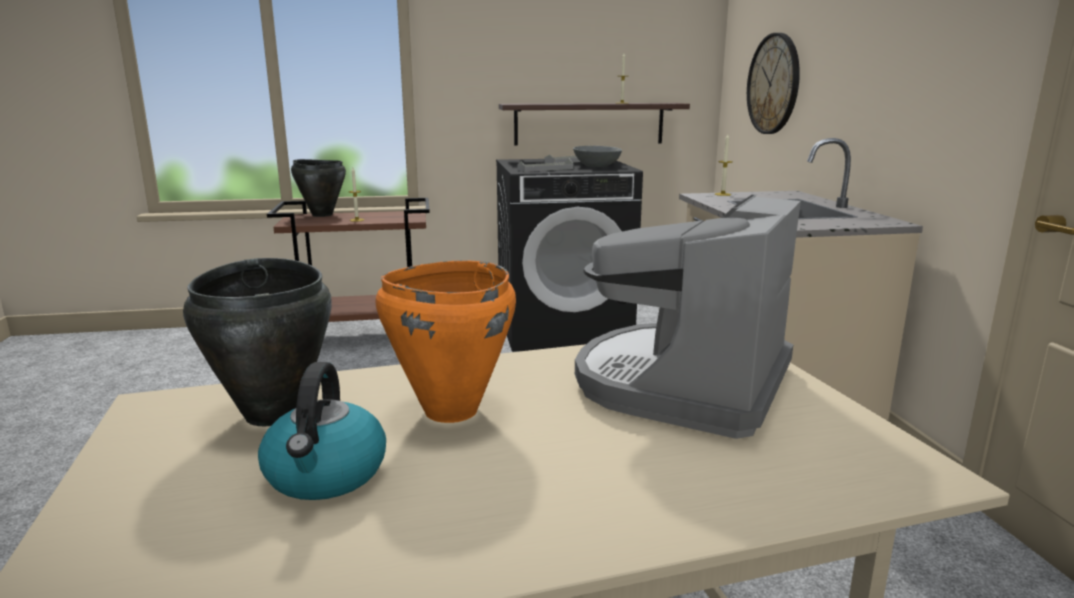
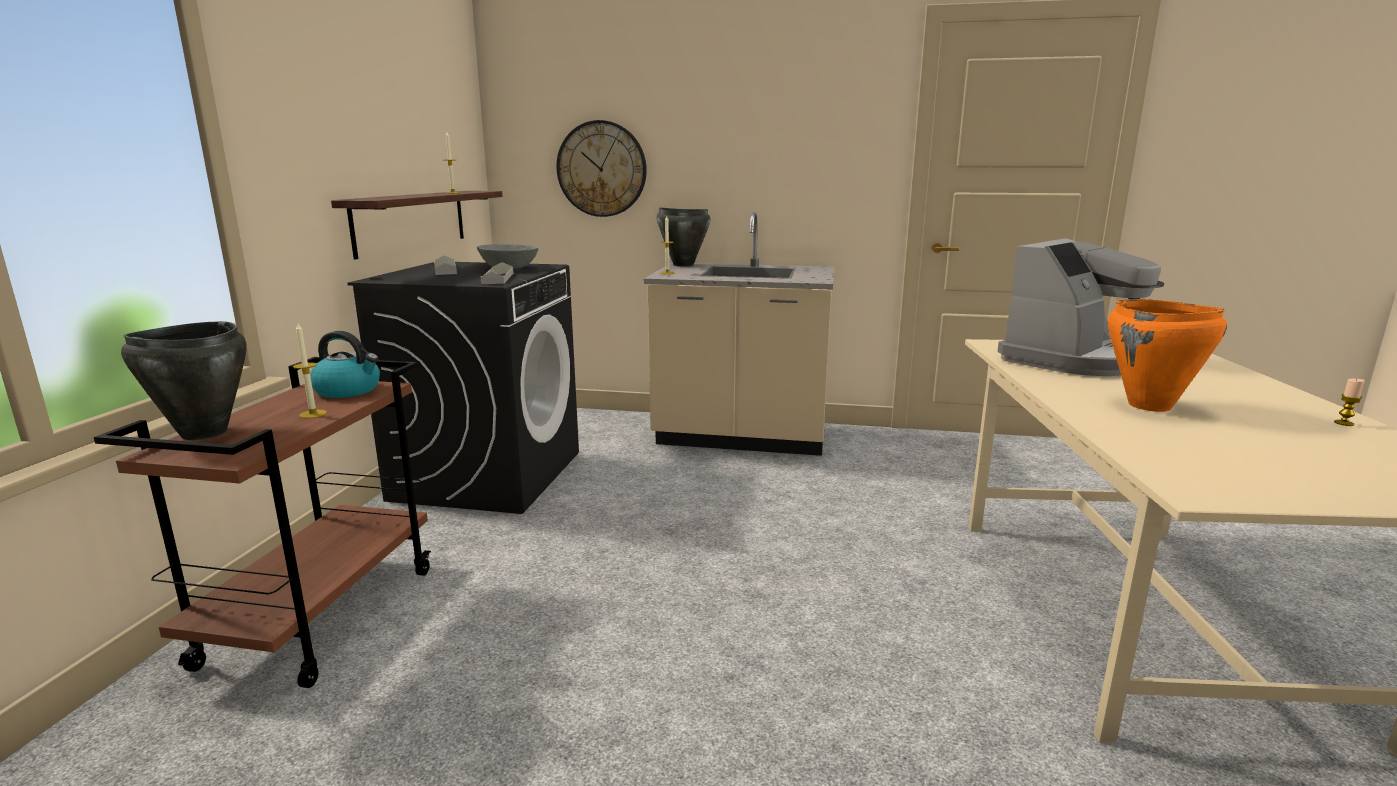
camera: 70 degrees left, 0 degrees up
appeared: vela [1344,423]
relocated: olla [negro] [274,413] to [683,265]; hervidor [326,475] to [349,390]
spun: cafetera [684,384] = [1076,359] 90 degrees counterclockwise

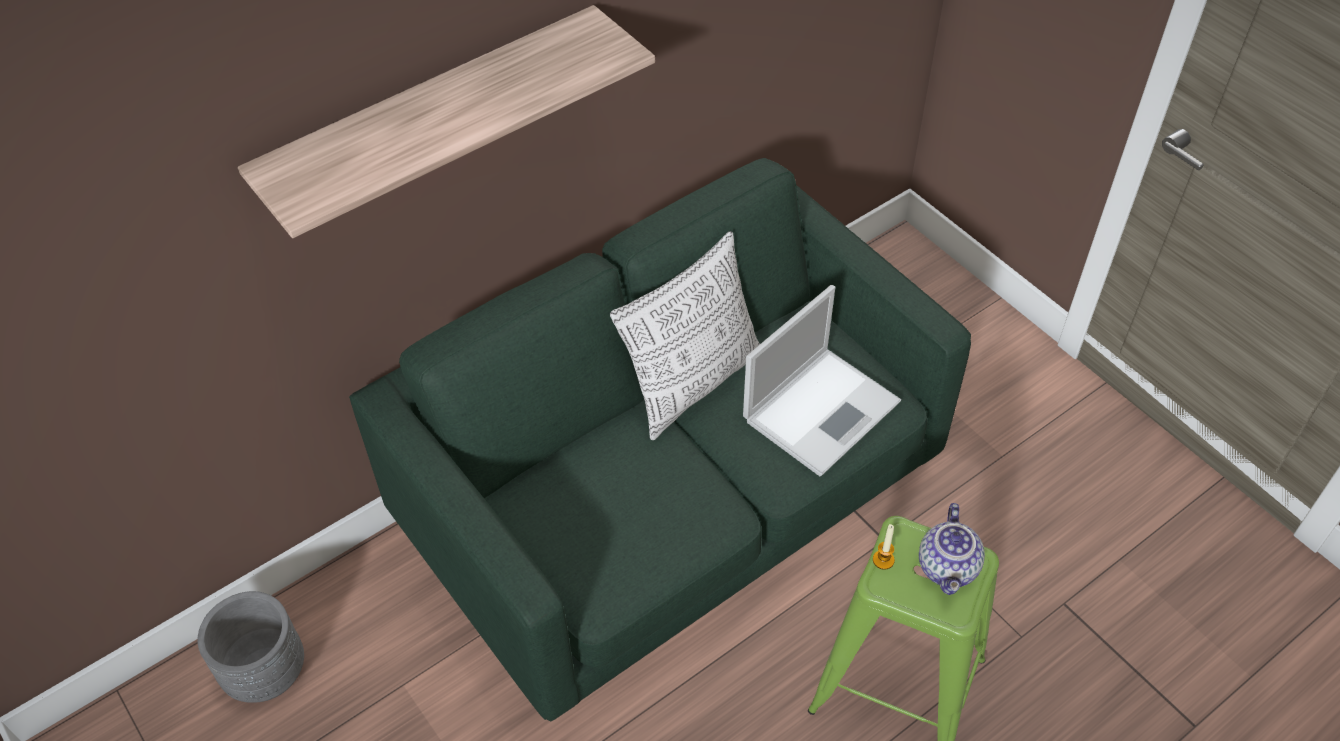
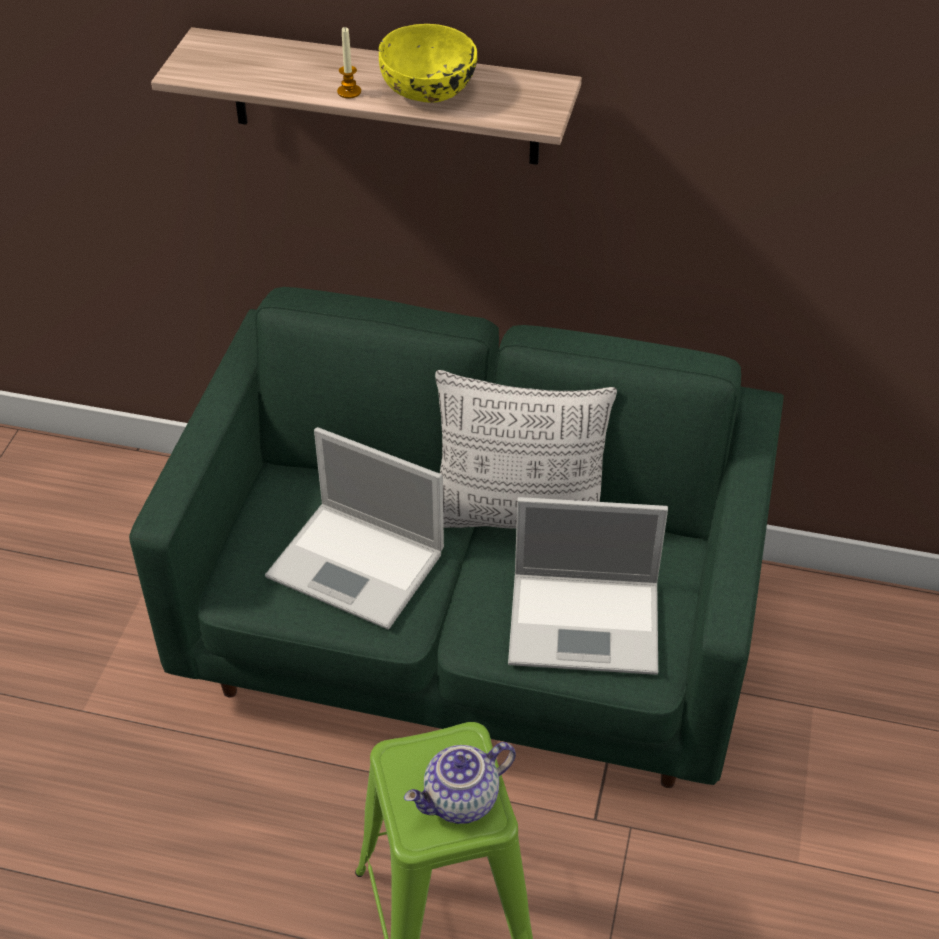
camera: 50 degrees right, 5 degrees down
missing: maceta [gris] [266,672]
appeared: portátil [359,565]; cuenco [amarillo] [428,89]
relocated: vela [883,560] to [349,92]

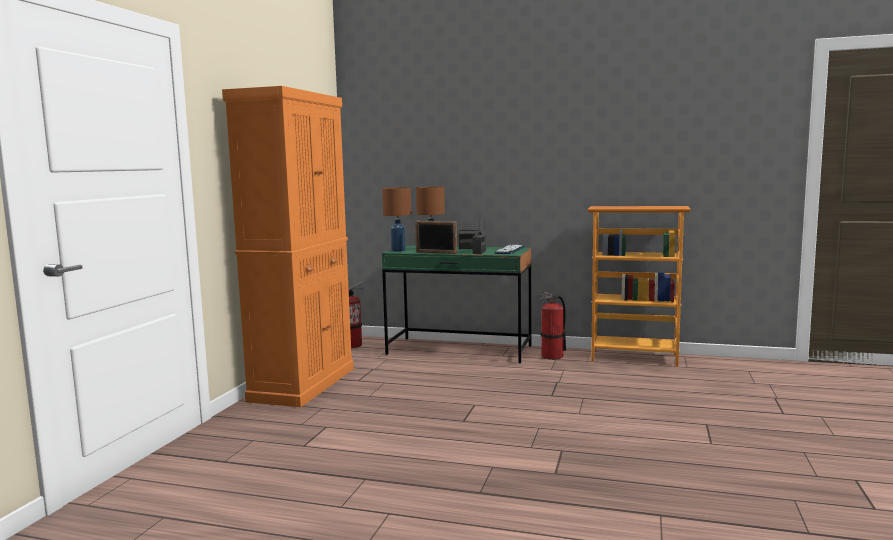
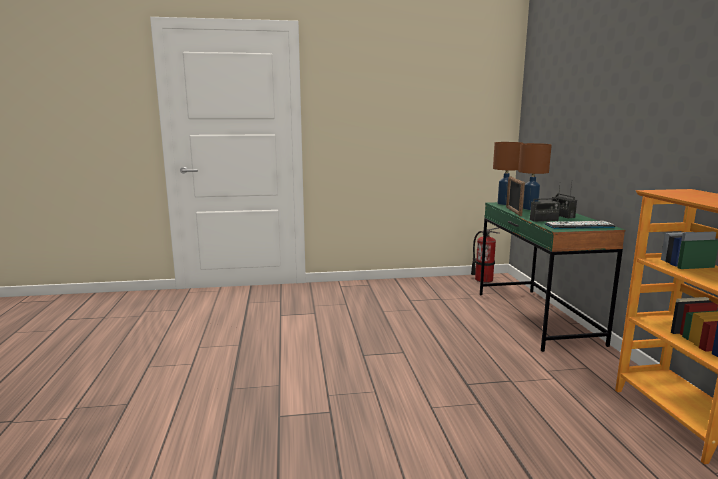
camera: 65 degrees right, 5 degrees up
missing: armario [naranja] [303,384]; extintor [552,356]

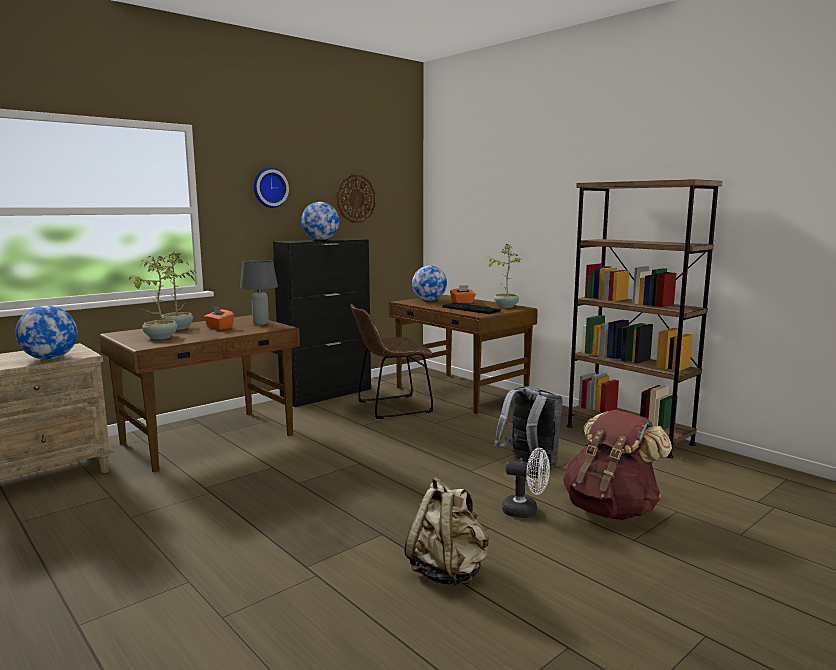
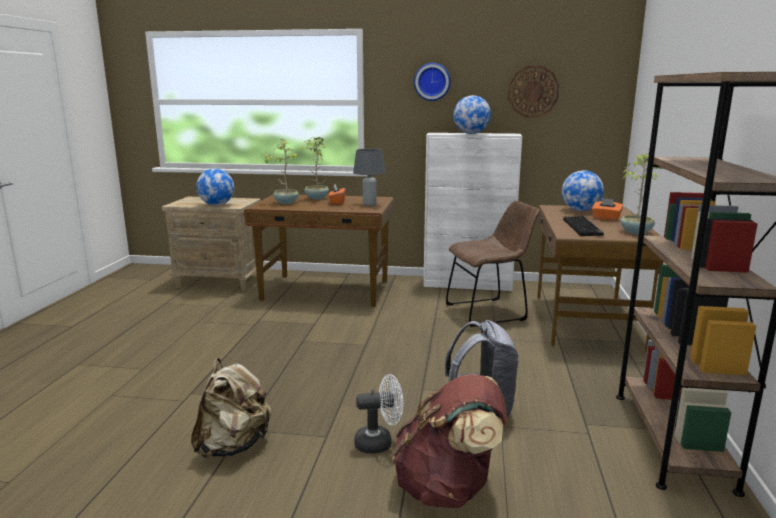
camera: 50 degrees right, 5 degrees up
colour: armario [negro] [327,394] to armario [blanco] [468,284]
spun: silla [marrón] [390,407] = [489,312] 135 degrees clockwise; ventilador [blanco] [525,511] = [379,442] 75 degrees counterclockwise

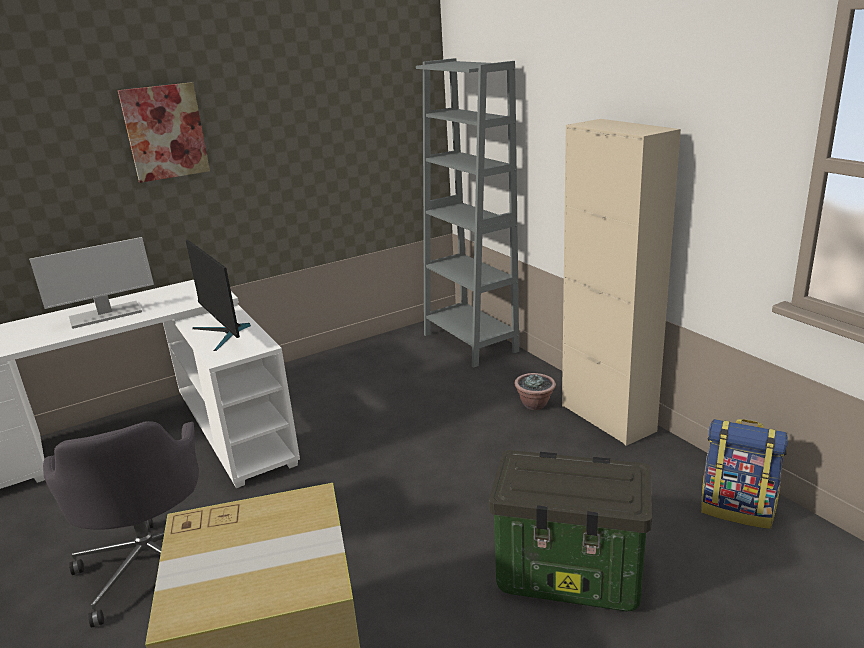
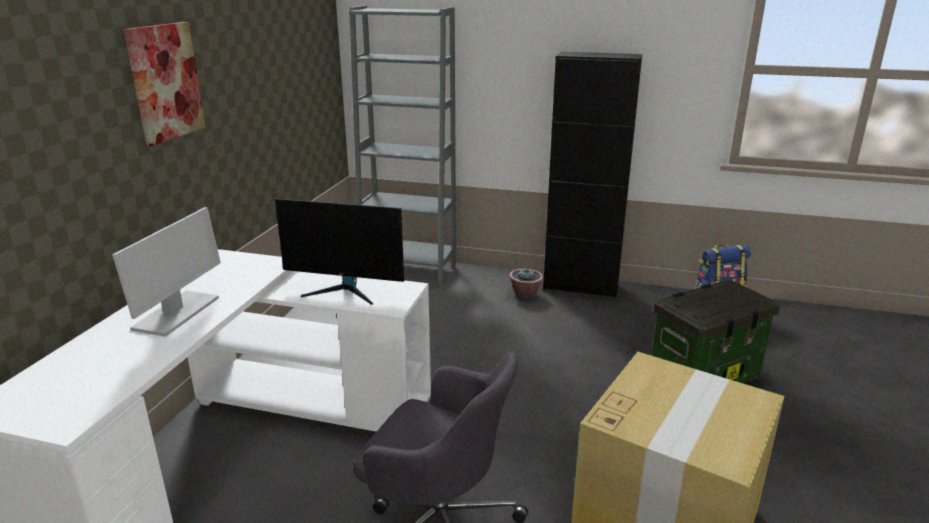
camera: 45 degrees left, 0 degrees up
colour: armario [beis] [607,418] to armario [negro] [581,286]

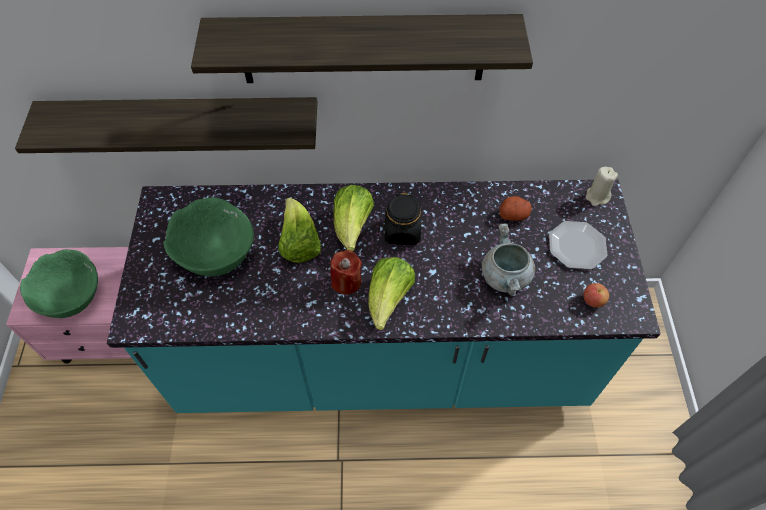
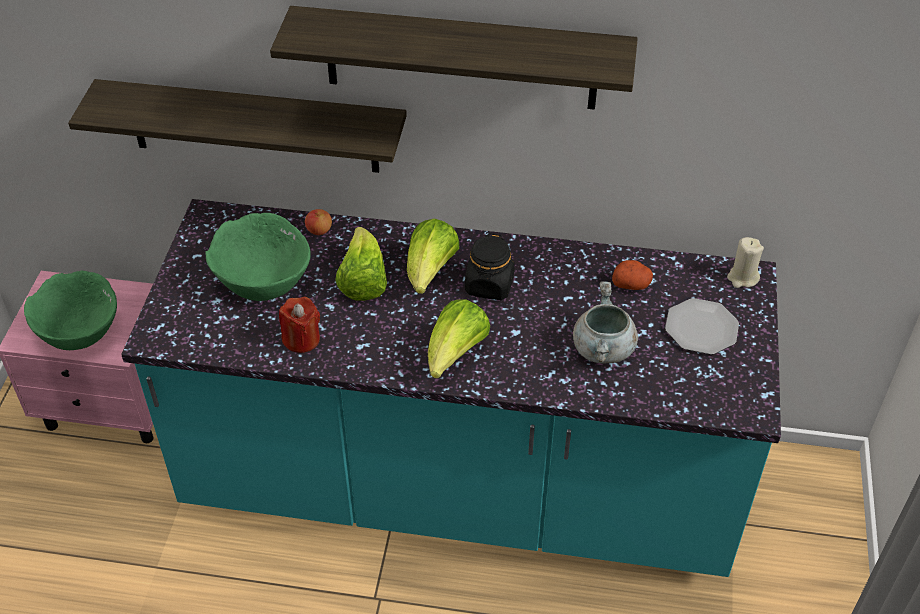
camera: 10 degrees right, 10 degrees down
relocated: vela [rojo] [346,282] to [301,339]; manzana [593,300] to [319,230]

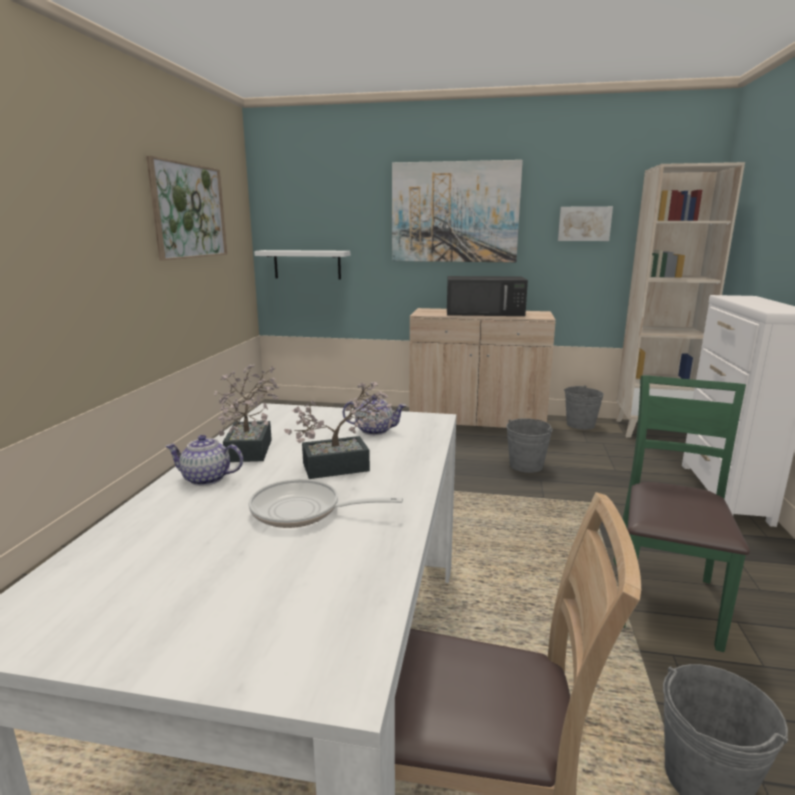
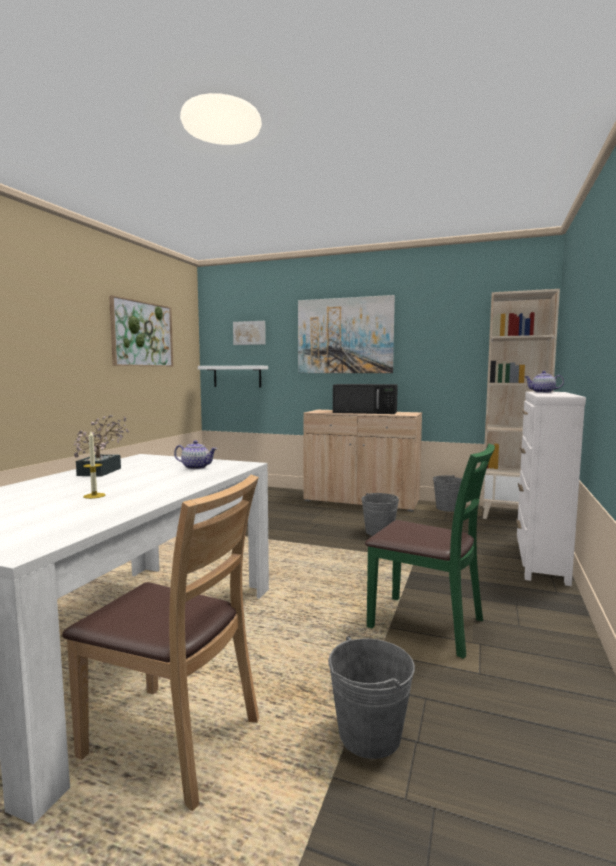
camera: 10 degrees right, 10 degrees down
missing: planta en maceta [344,466]
relocated: tetera [206,479] to [542,392]; cuadro [584,223] to [249,333]
exchanged: sartén [303,511] to vela [94,496]
spun: silla [verde] [664,600] = [427,624] 90 degrees clockwise

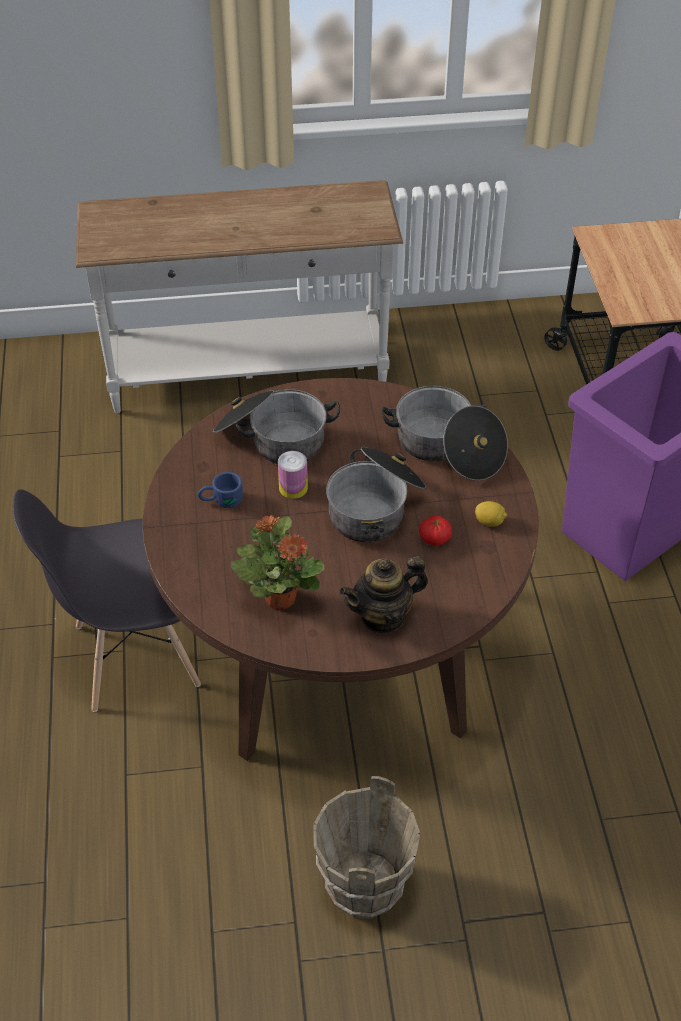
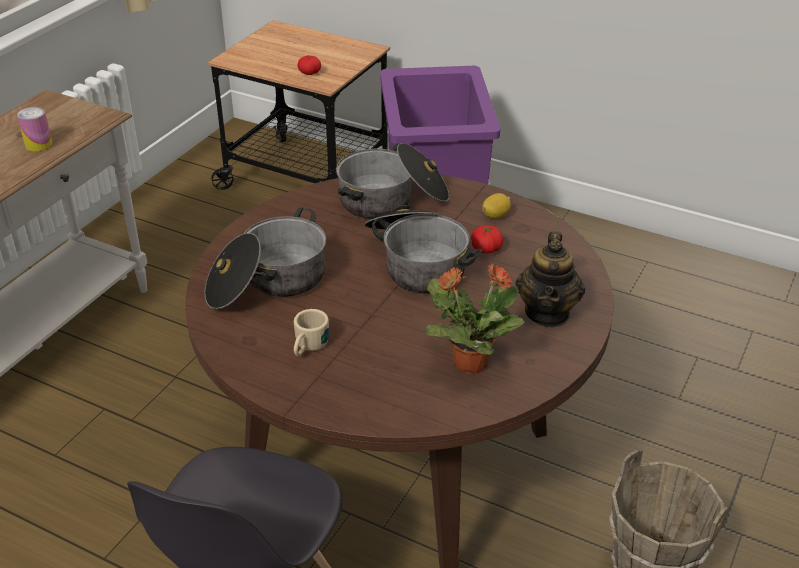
camera: 55 degrees left, 10 degrees down
appeared: tomate [309,73]
relocated: lata [293,488] to [38,144]
colour: taza grande [azul] [221,501] to taza grande [beis] [308,347]

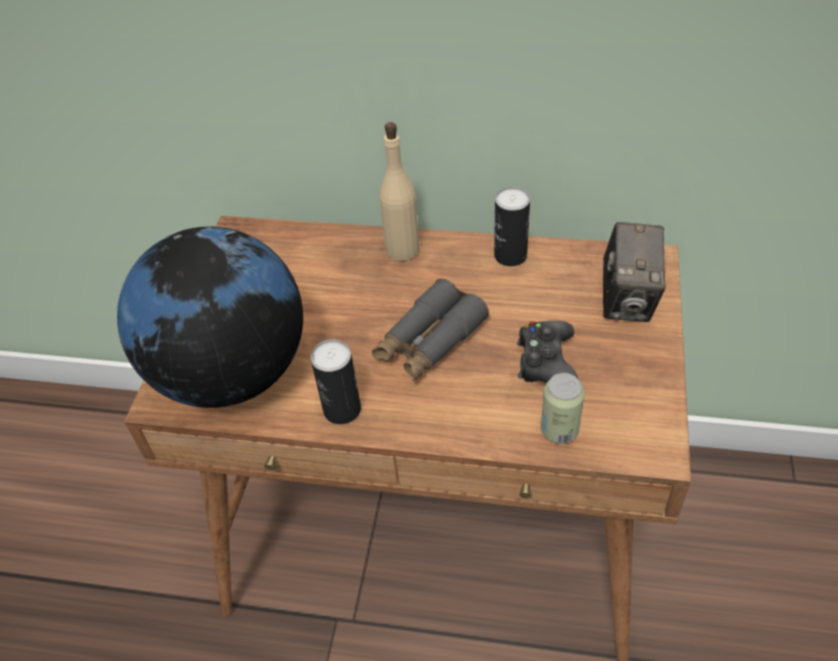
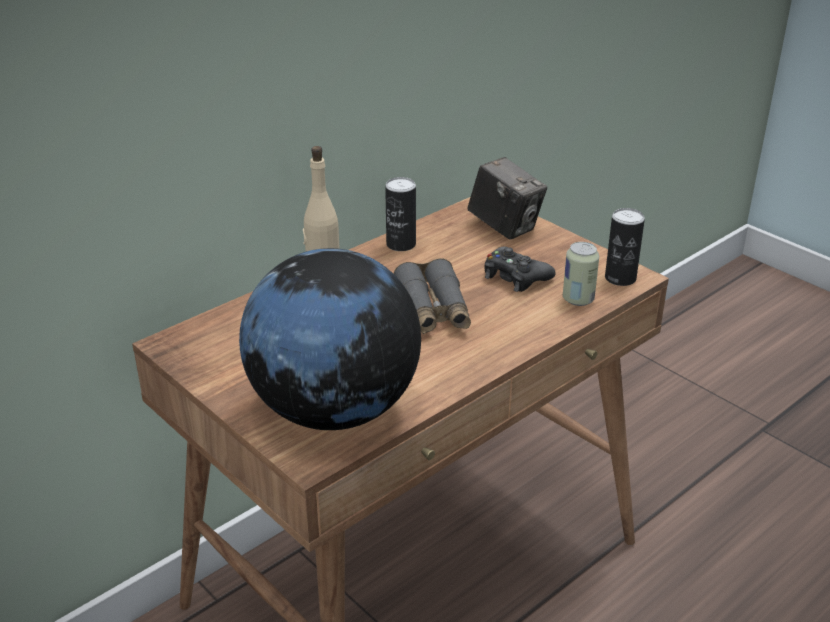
camera: 55 degrees left, 15 degrees down
relocated: lata [342,409] to [620,278]

